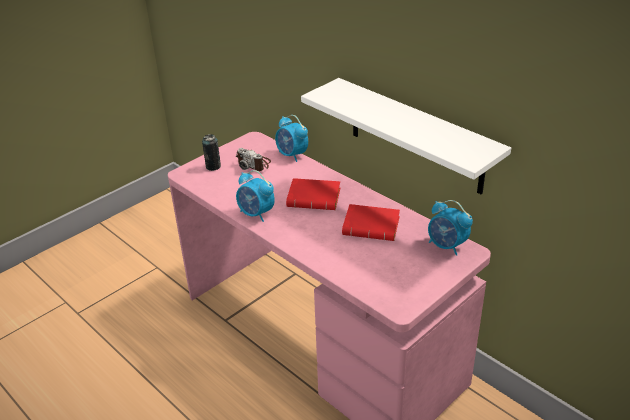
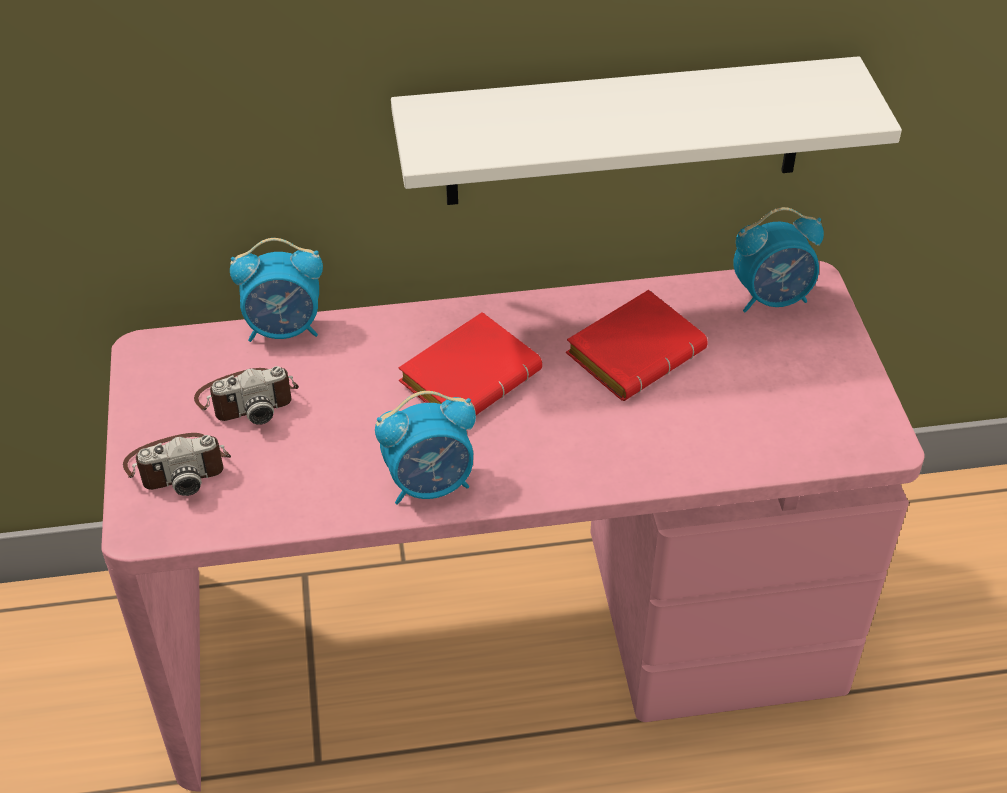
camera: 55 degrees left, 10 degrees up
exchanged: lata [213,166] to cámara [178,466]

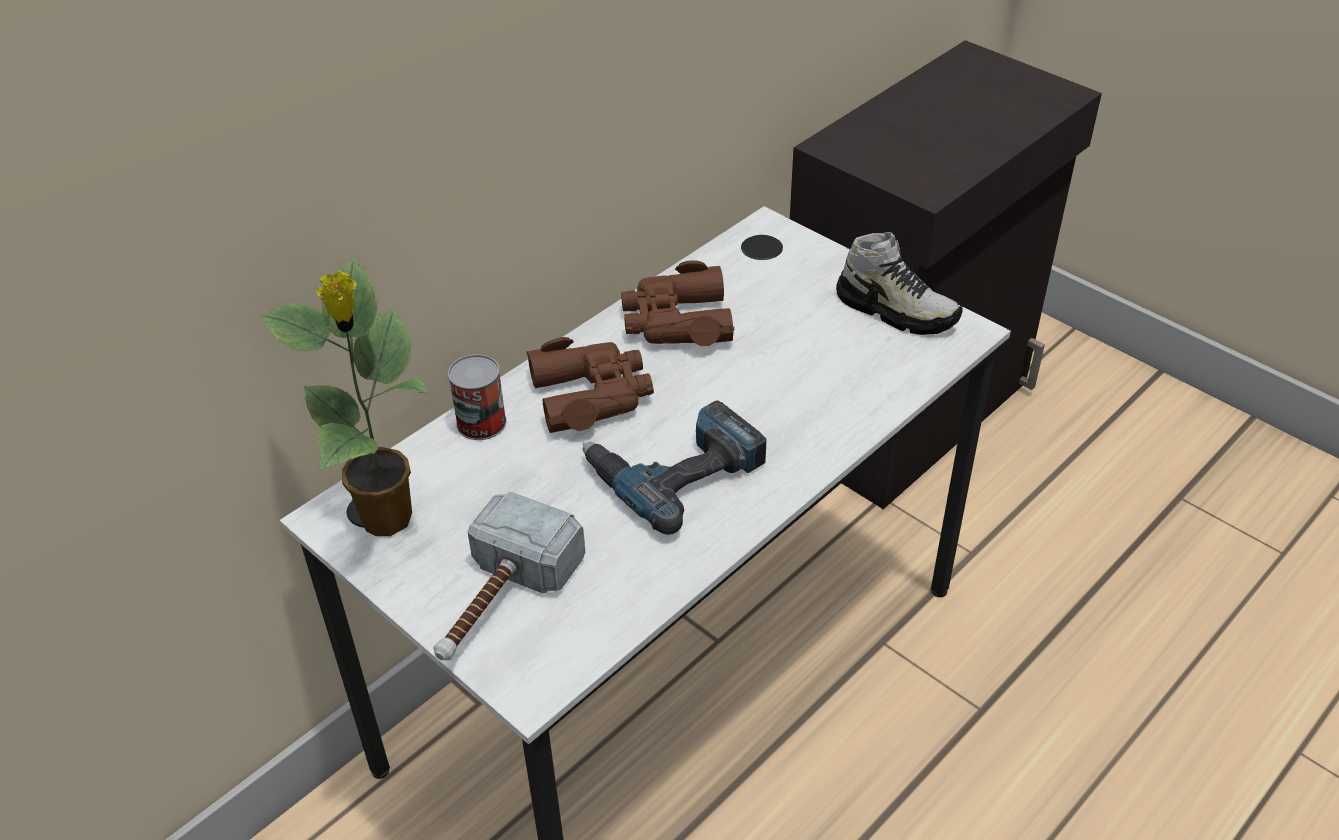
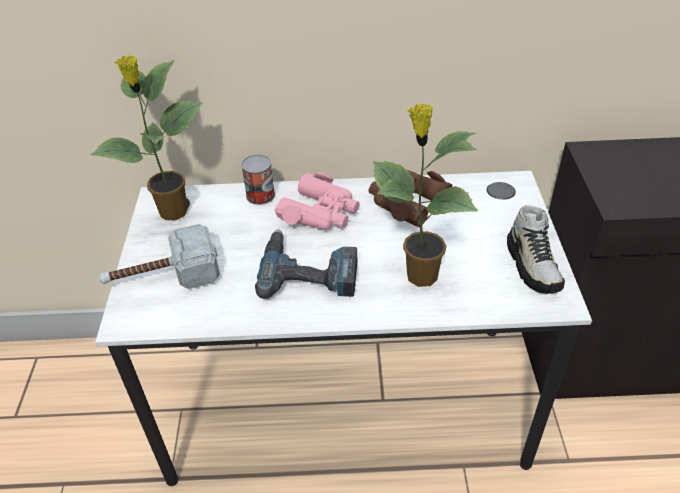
camera: 45 degrees right, 0 degrees up
appeared: planta en maceta [419,275]
colour: prismáticos [marrón] [591,395] to prismáticos [rosa] [320,212]

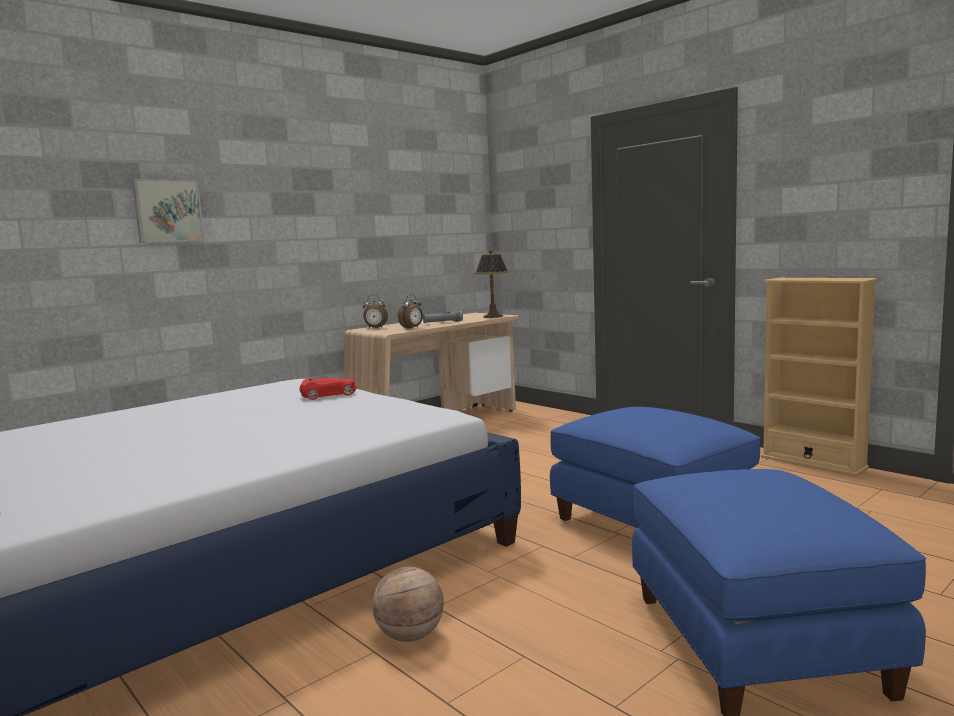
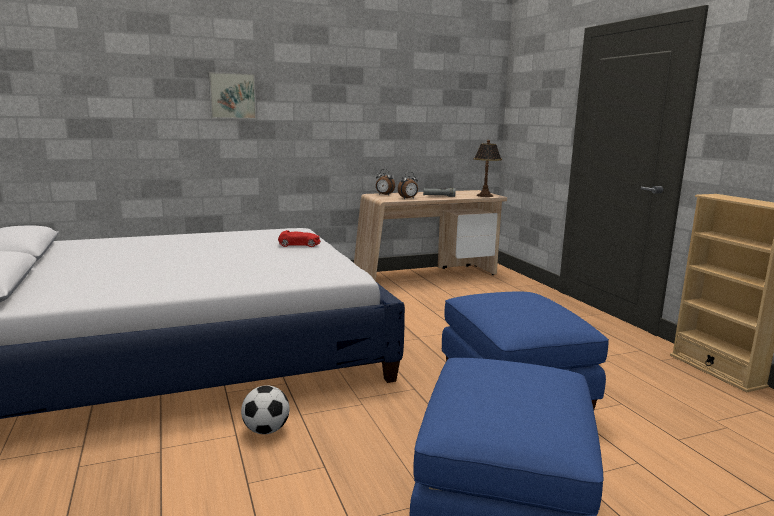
camera: 20 degrees right, 5 degrees up
exchanged: balón de baloncesto [410,636] to balón de fútbol [266,430]

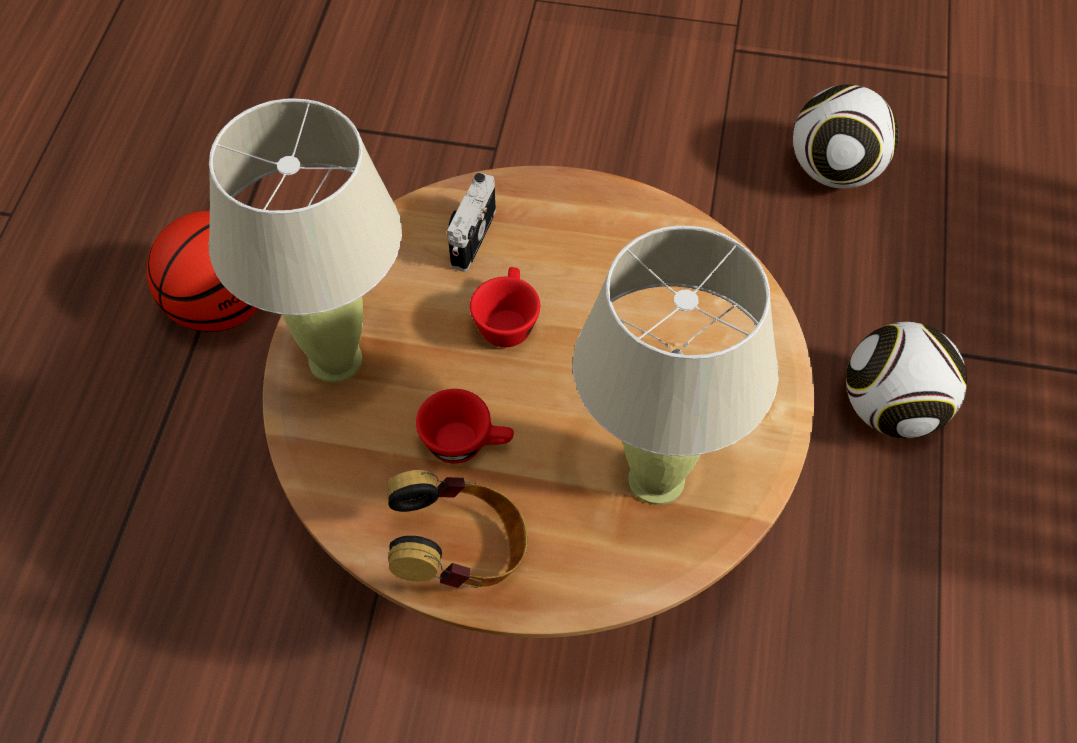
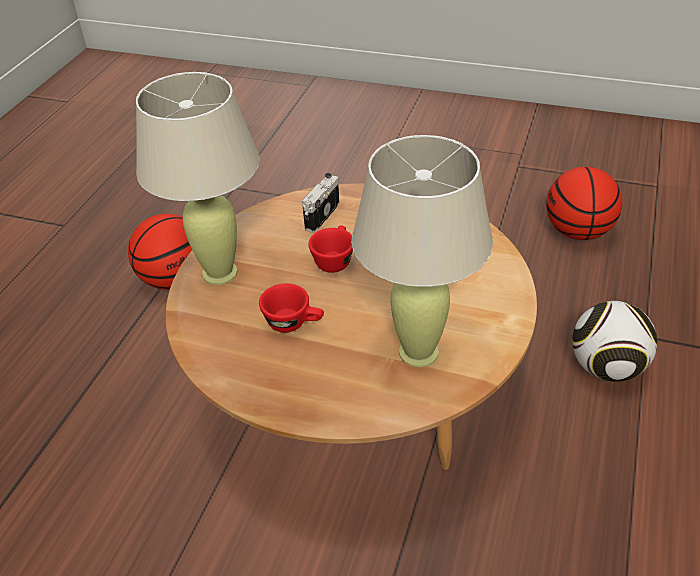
camera: 10 degrees right, 15 degrees down
missing: auriculares [461,552]
exchanged: balón de fútbol [835,171] to balón de baloncesto [578,232]

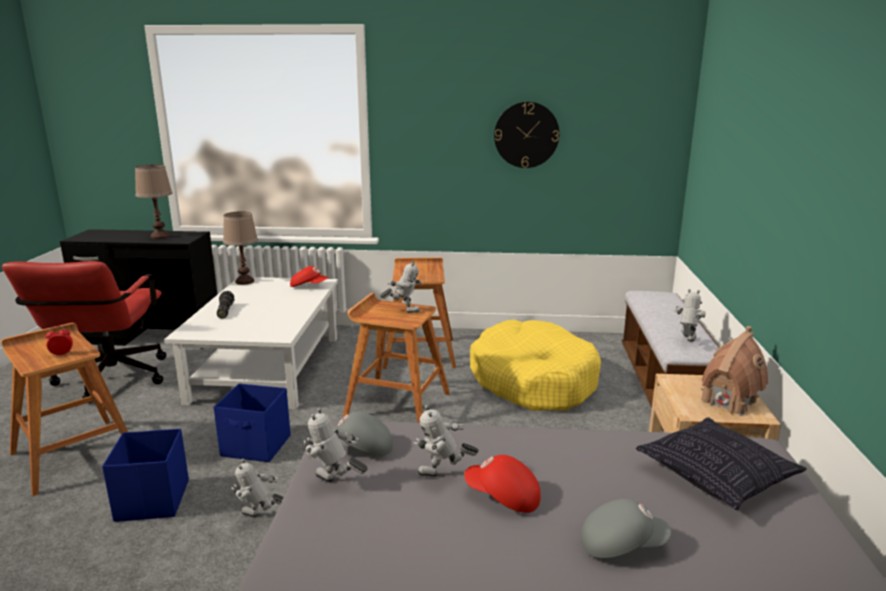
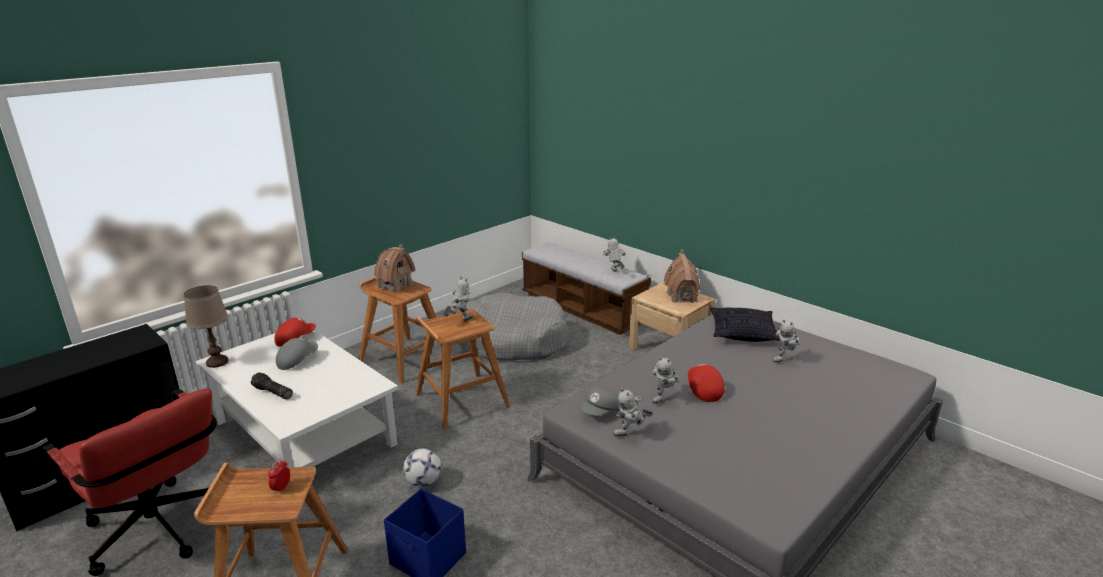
camera: 50 degrees left, 5 degrees up
missing: lámpara de mesa [marrón] [160,236]; reloj de pared [526,135]
appeared: casita [395,285]
relocated: robot de juguete [260,518] to [785,359]; gorra [gris] [621,544] to [297,360]
exchanged: caja de almacenaje [azul] [257,446] to balón de fútbol [423,482]
colour: cama para perro [amarillo] [533,381] to cama para perro [gris] [512,340]
spun: gorra [rojo] [503,497] = [703,390] 105 degrees clockwise

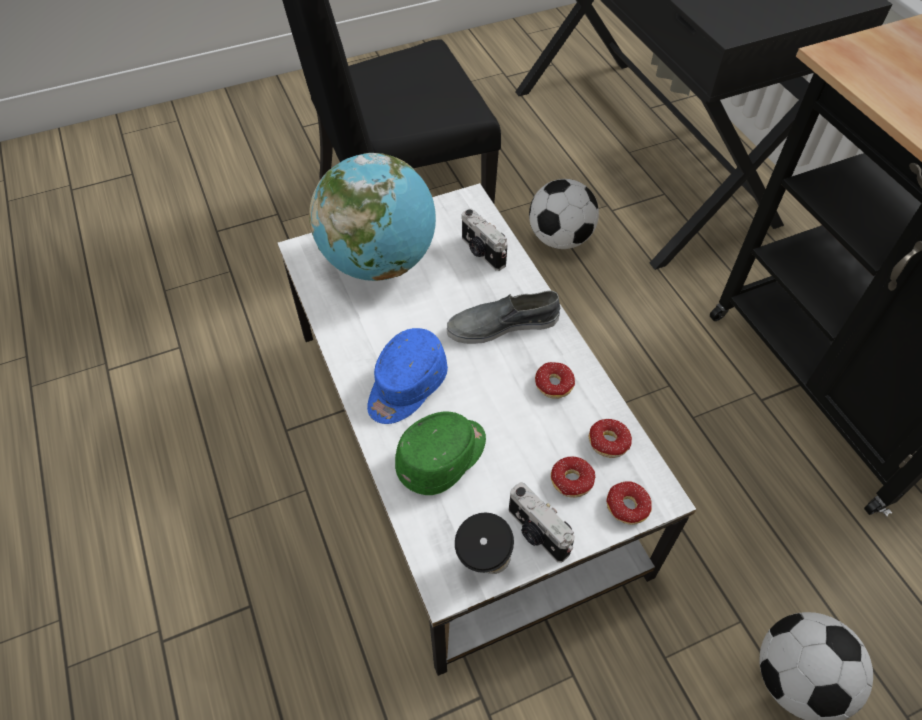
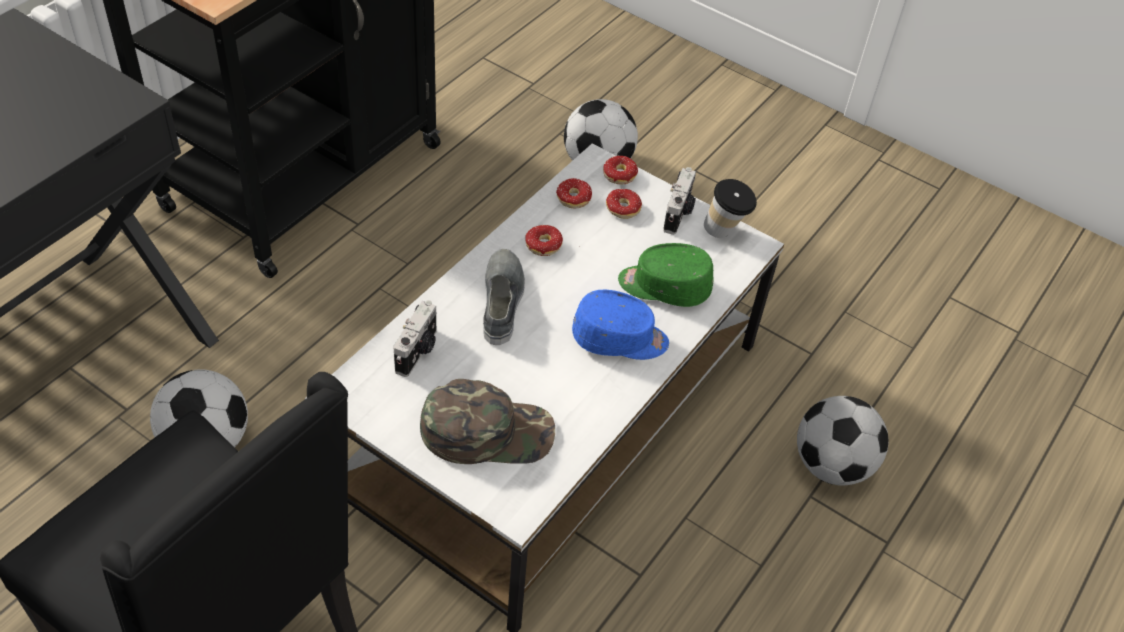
camera: 125 degrees left, 5 degrees down
appeared: balón de fútbol [832,465]
exchanged: globo terráqueo [379,262] to gorra [verde] [487,431]
spun: zapato [gris] [502,324] = [502,301] 135 degrees counterclockwise

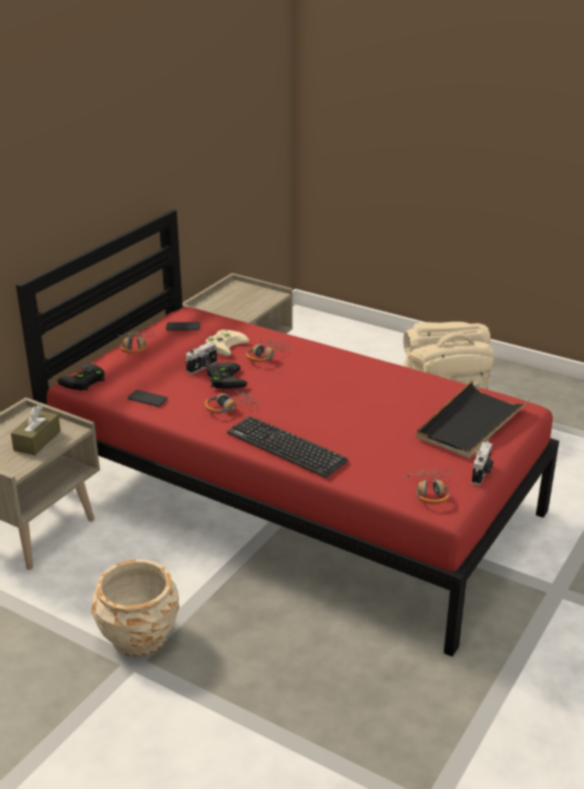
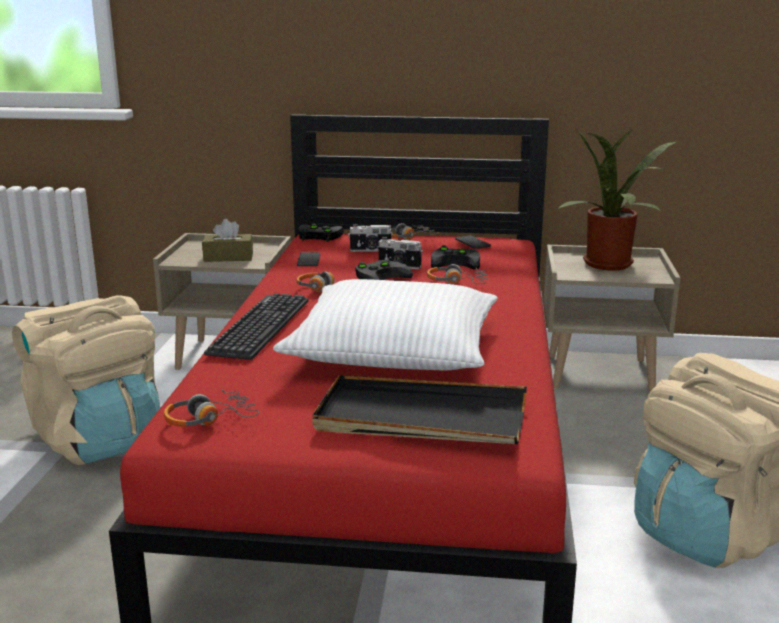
camera: 65 degrees right, 10 degrees down
appeared: cojín [blanco] [393,350]; planta en maceta [611,266]
relocated: cámara [482,473] to [370,250]
exchanged: maceta [beis] [139,636] to mochila [beis] [99,440]
colour: mando de consola [beis] [225,344] to mando de consola [negro] [457,262]

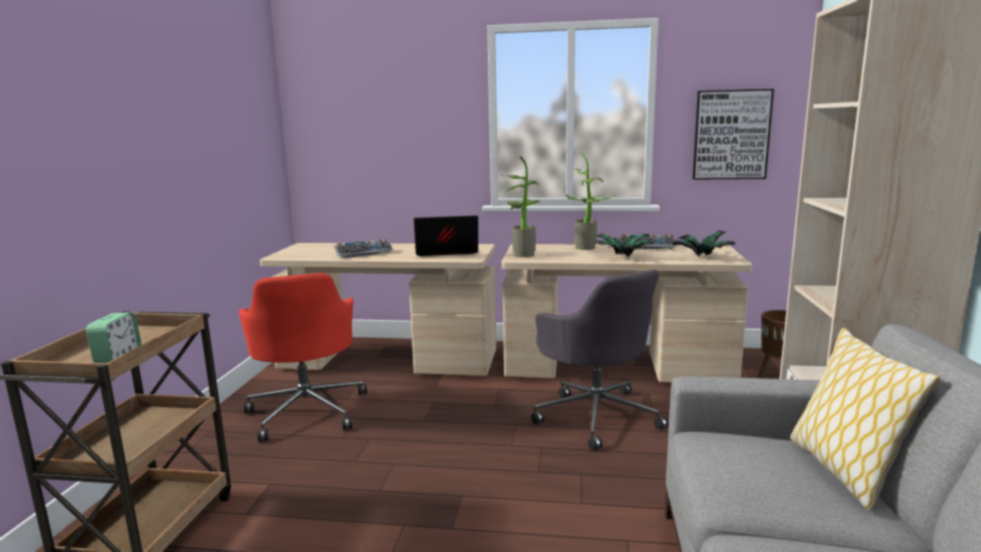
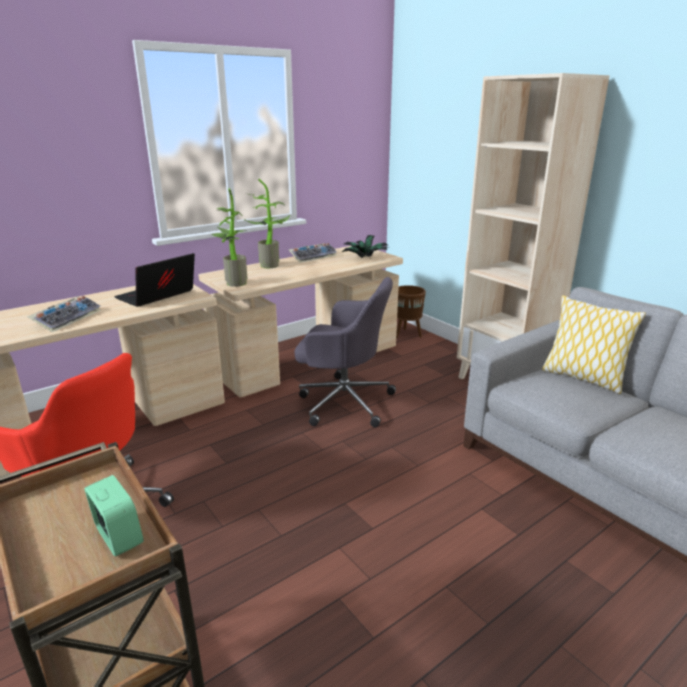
camera: 45 degrees left, 10 degrees up
missing: planta en maceta [622,257]; cuadro [731,135]

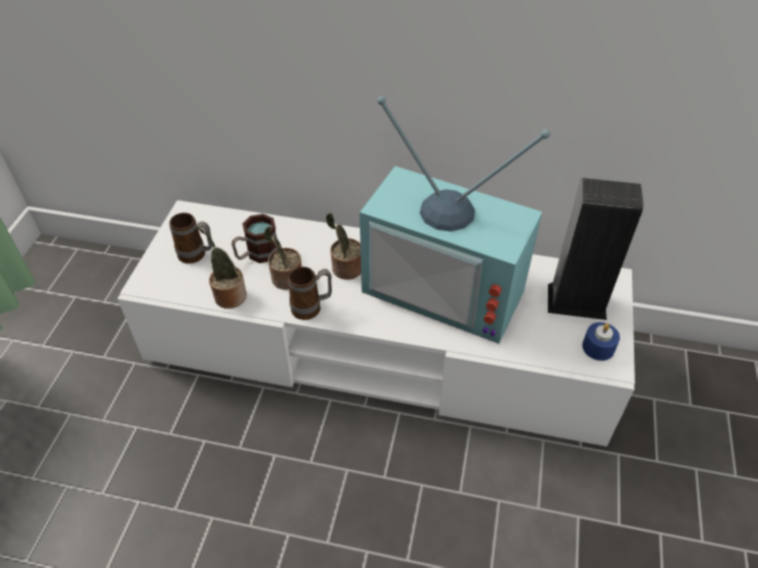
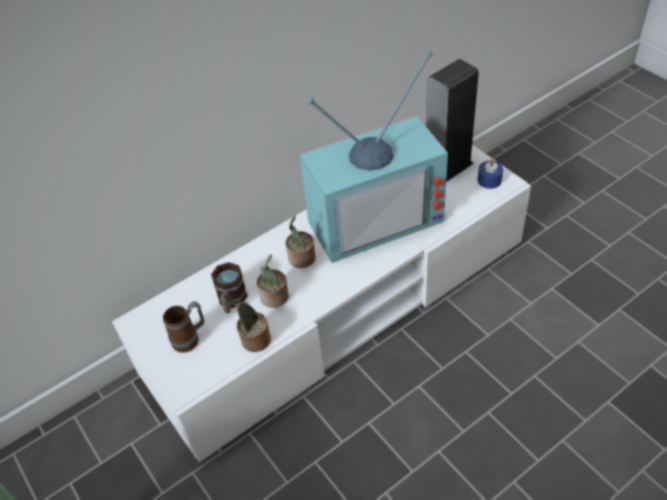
camera: 45 degrees left, 0 degrees up
missing: taza grande [312,308]

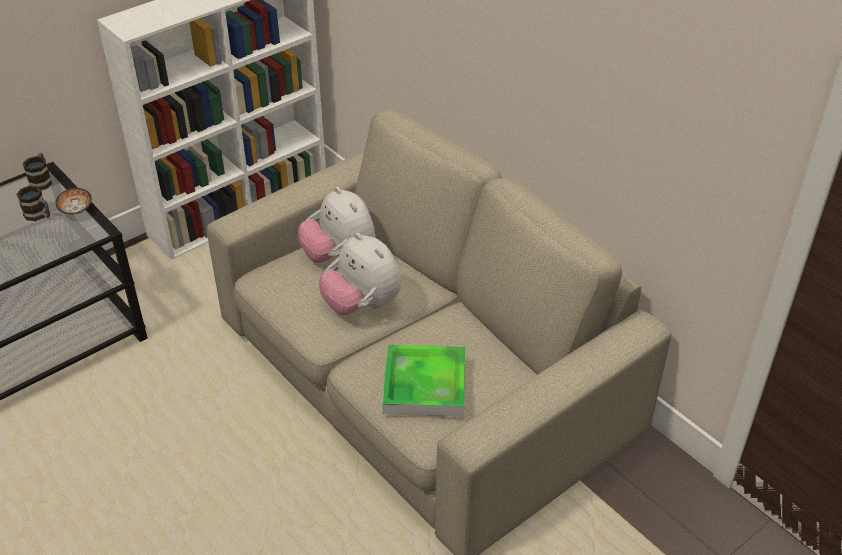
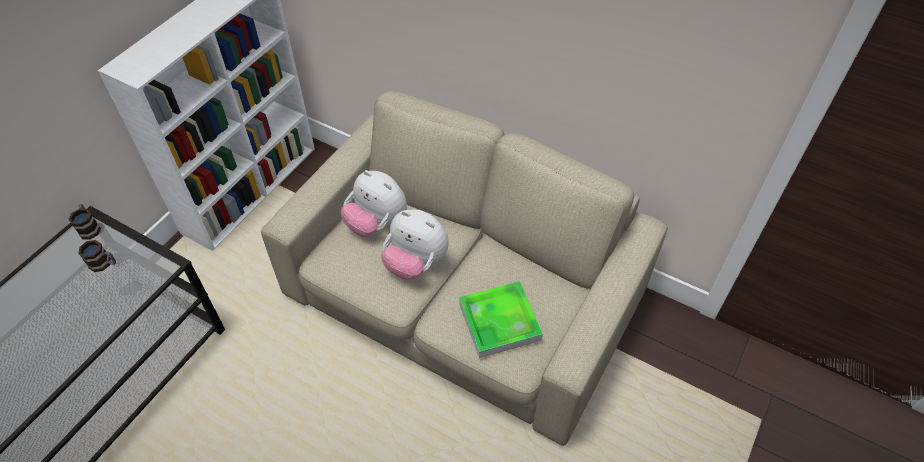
camera: 20 degrees left, 10 degrees up
missing: cuenco [75,210]

